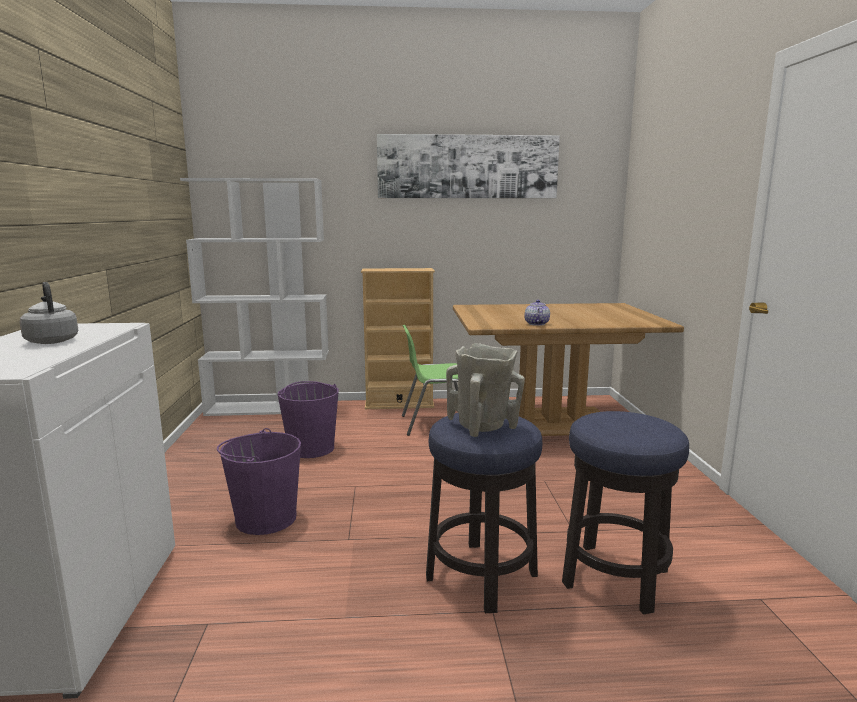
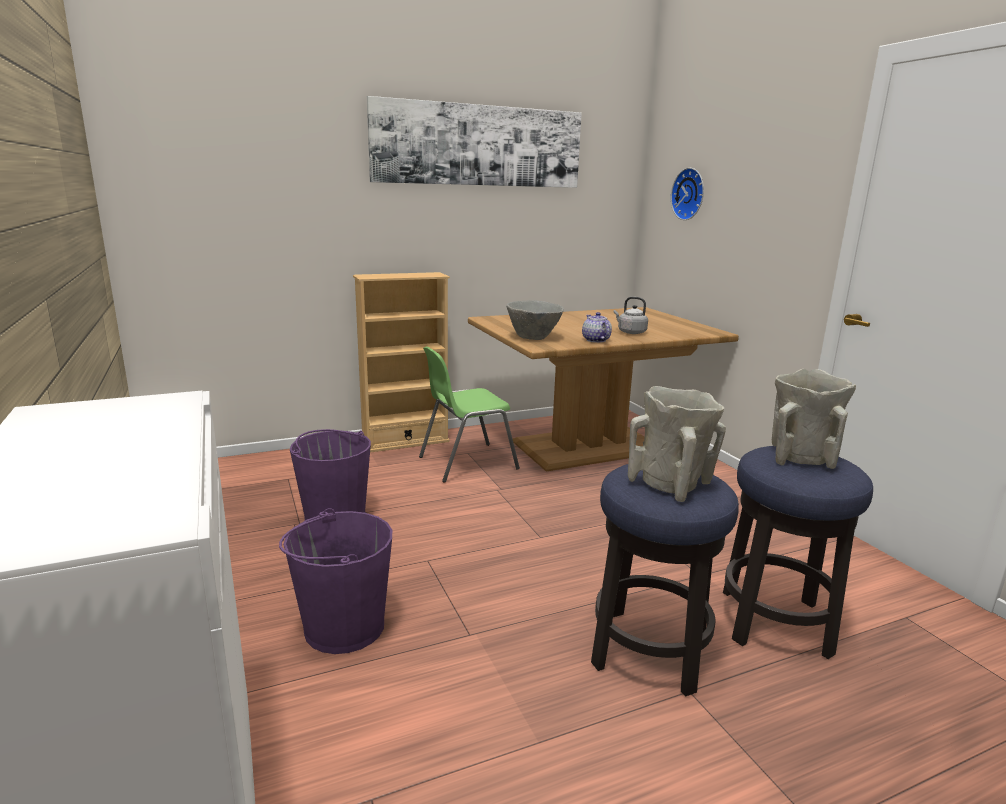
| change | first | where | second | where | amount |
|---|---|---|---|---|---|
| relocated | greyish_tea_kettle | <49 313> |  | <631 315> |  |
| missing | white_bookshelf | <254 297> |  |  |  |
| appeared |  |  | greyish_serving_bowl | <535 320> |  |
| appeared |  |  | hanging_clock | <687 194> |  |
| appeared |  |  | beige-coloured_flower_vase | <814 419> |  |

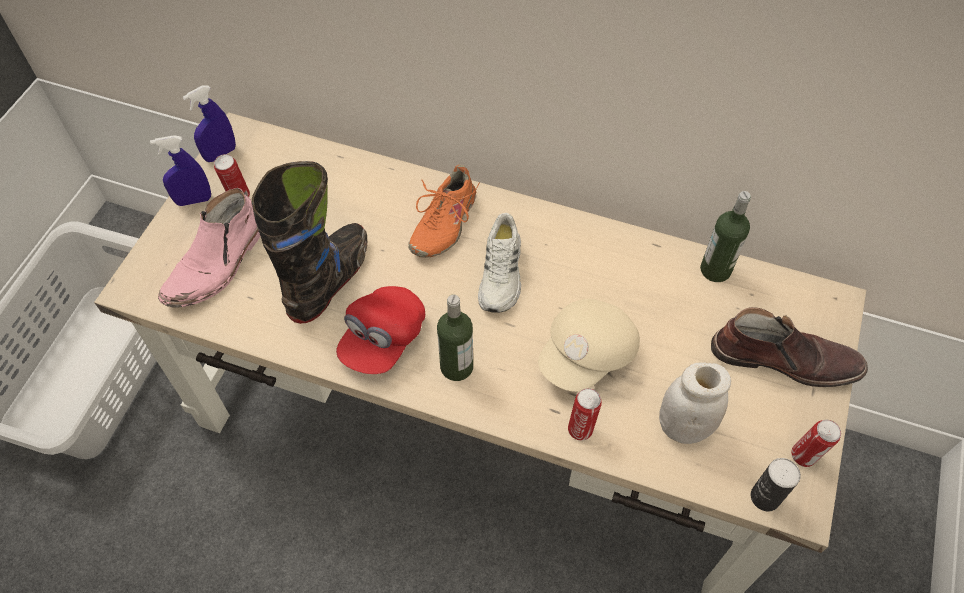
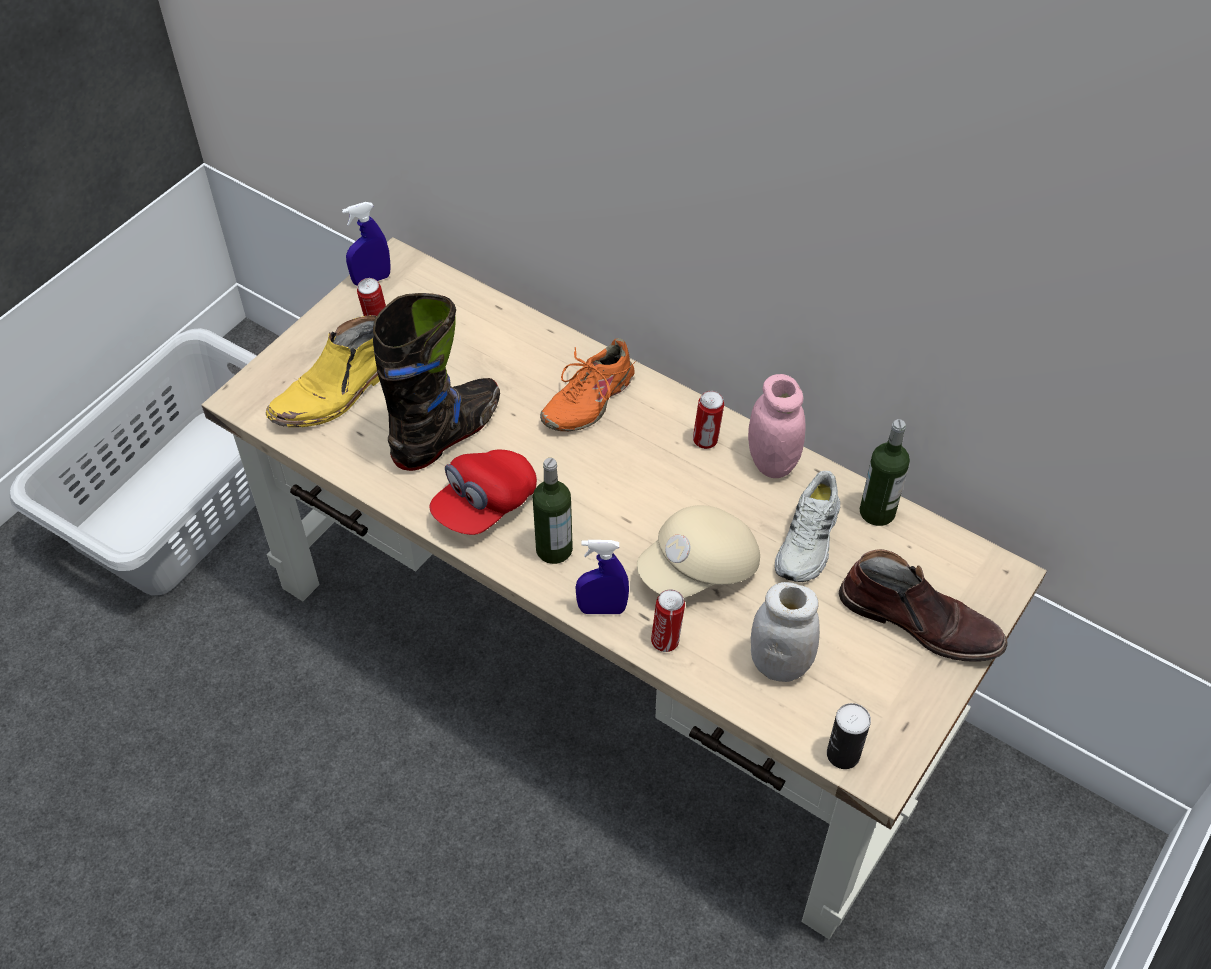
| change | first | where | second | where | amount |
|---|---|---|---|---|---|
| relocated | bluish_hand_sprayer | <180 170> |  | <602 577> |  |
| colour | pink_tall_boot | <209 248> | yellow_tall_boot | <323 371> |  |
| relocated | white_shoe | <499 263> |  | <807 526> |  |
| relocated | metal_can | <816 443> |  | <708 420> |  |
| appeared |  |  | pink_preserve_jar | <776 426> |  |

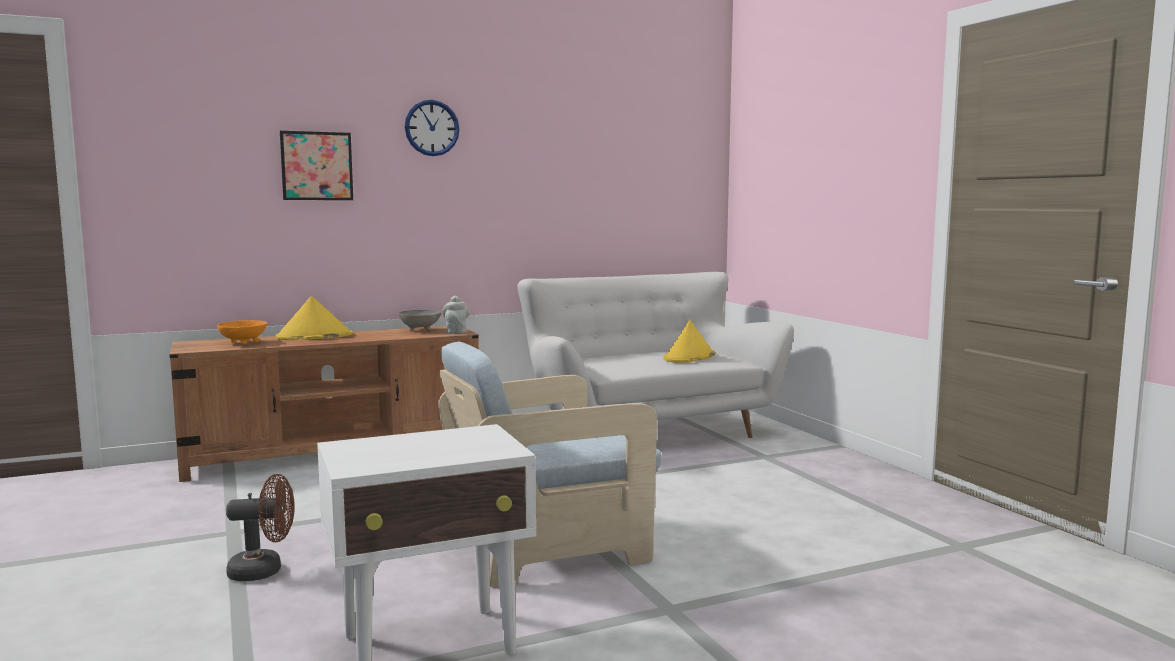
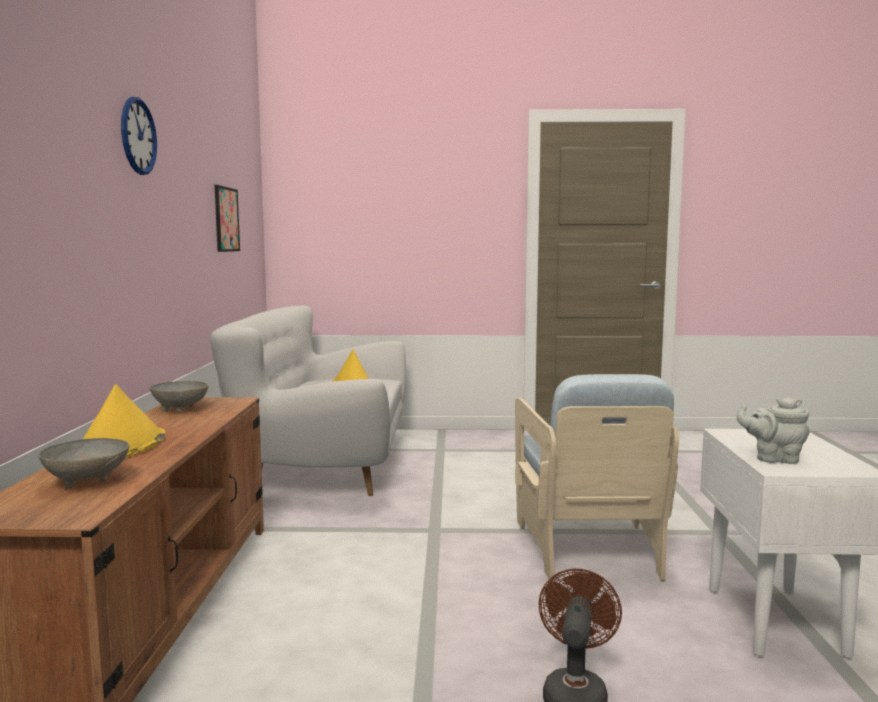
| change | first | where | second | where | amount |
|---|---|---|---|---|---|
| colour | orangey_serving_bowl | <242 332> | greyish_serving_bowl | <83 463> |  |
| relocated | picture | <316 165> |  | <227 218> |  |
| relocated | greyish_pot_for_tea | <455 315> |  | <773 430> |  |

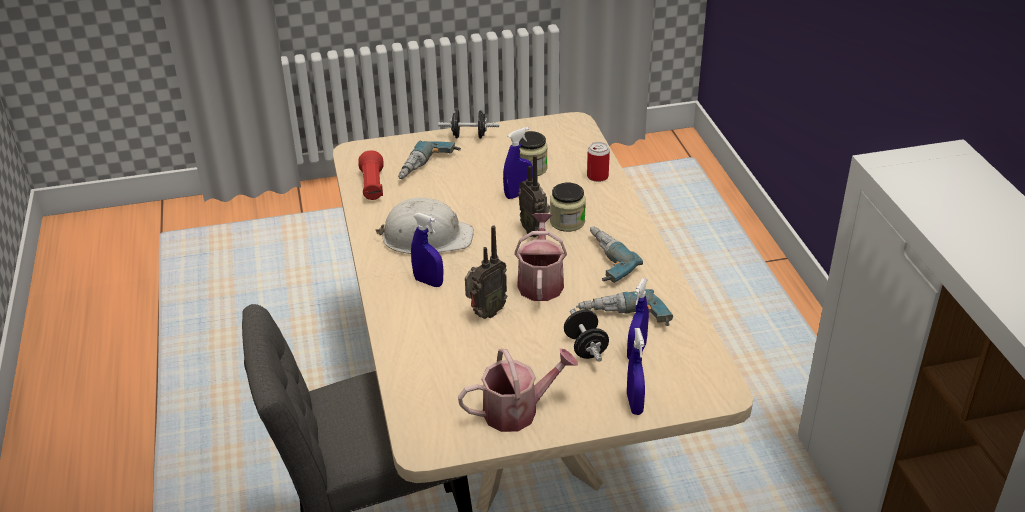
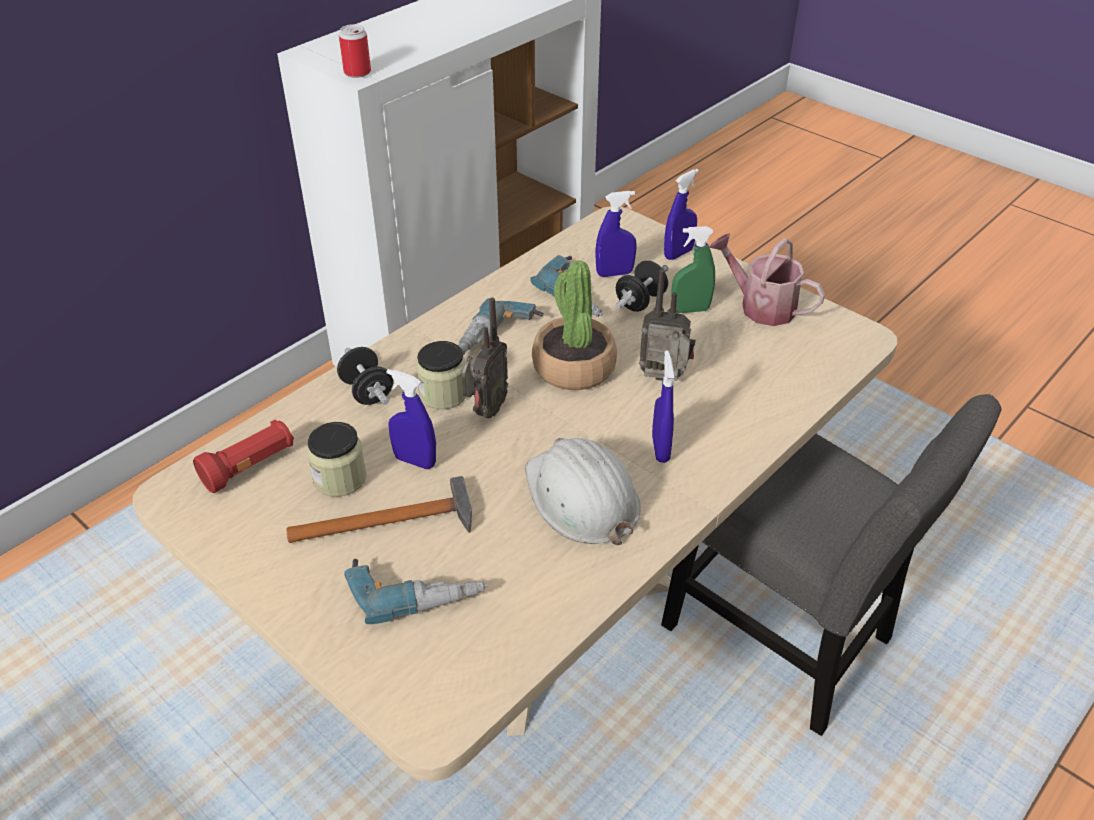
| change | first | where | second | where | amount |
|---|---|---|---|---|---|
| relocated | red_hand_torch | <371 175> |  | <243 456> |  |
| relocated | black_dumbbell | <468 124> |  | <365 376> |  |
| exchanged | watering_pot | <540 257> | potted_plant | <574 325> |  |
| relocated | metal_can | <598 162> |  | <355 51> |  |
| appeared |  |  | tool_hammer | <379 509> |  |
| appeared |  |  | green-coloured_hand_sprayer | <693 269> |  |

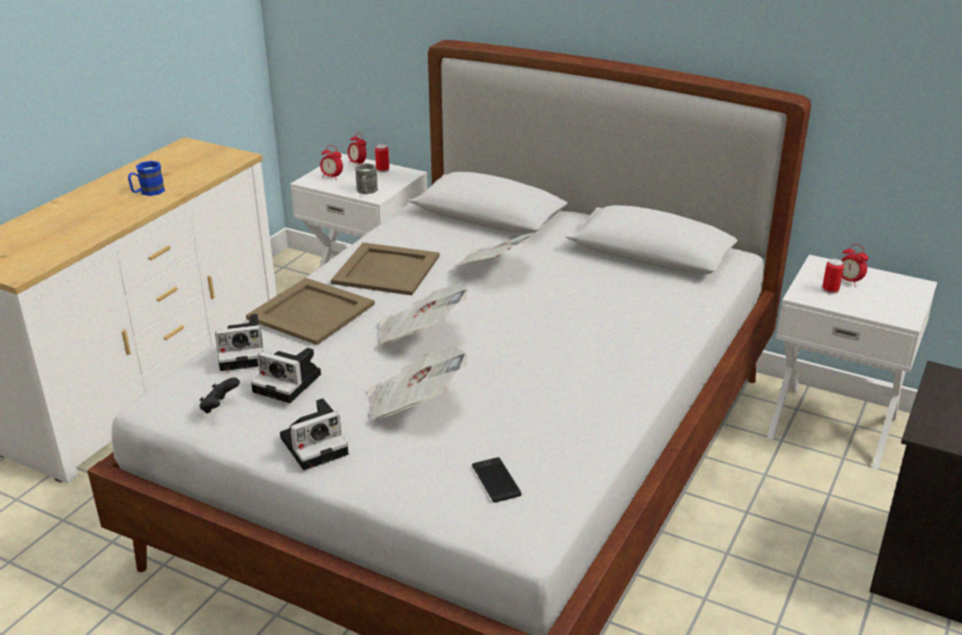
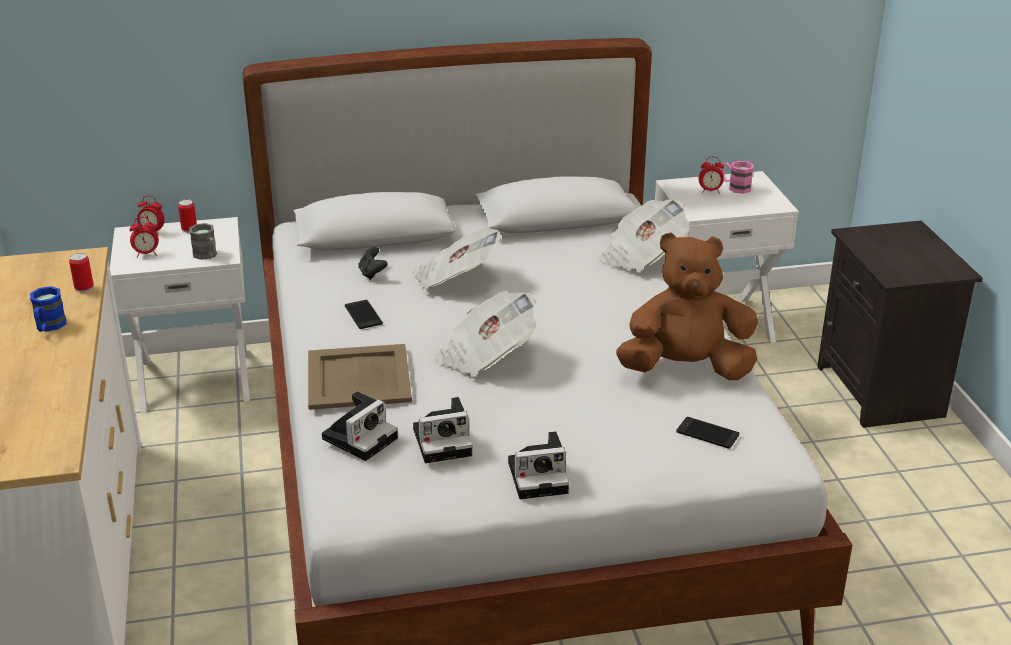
| change | first | where | second | where | amount |
|---|---|---|---|---|---|
| relocated | black_game_controller | <219 395> |  | <373 263> |  |
| spun | still_camera | <314 434> |  | <538 465> | 60 degrees clockwise |
| exchanged | beige-coloured_serving_tray | <385 268> | phone | <364 314> |  |
| relocated | printed_paper | <417 382> |  | <644 235> |  |
| relocated | metal_can | <833 276> |  | <81 273> |  |
| appeared |  |  | brown-coloured_cuddly_toy | <687 306> |  |
| appeared |  |  | pink_coffee_mug | <738 177> |  |

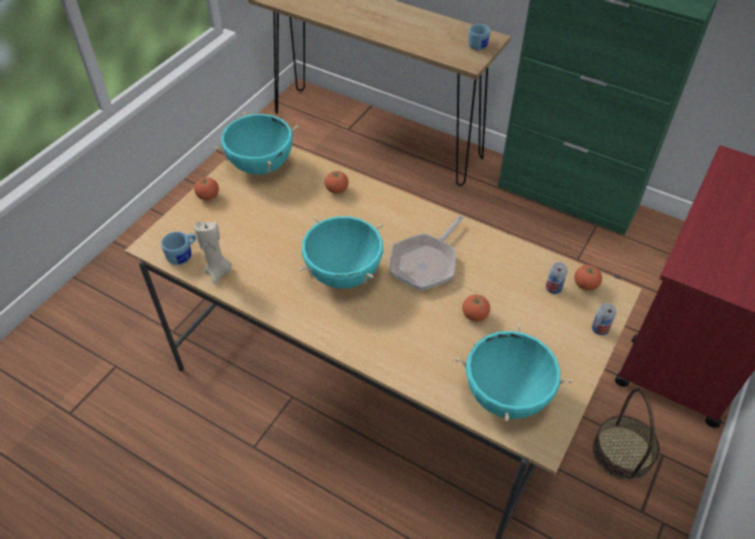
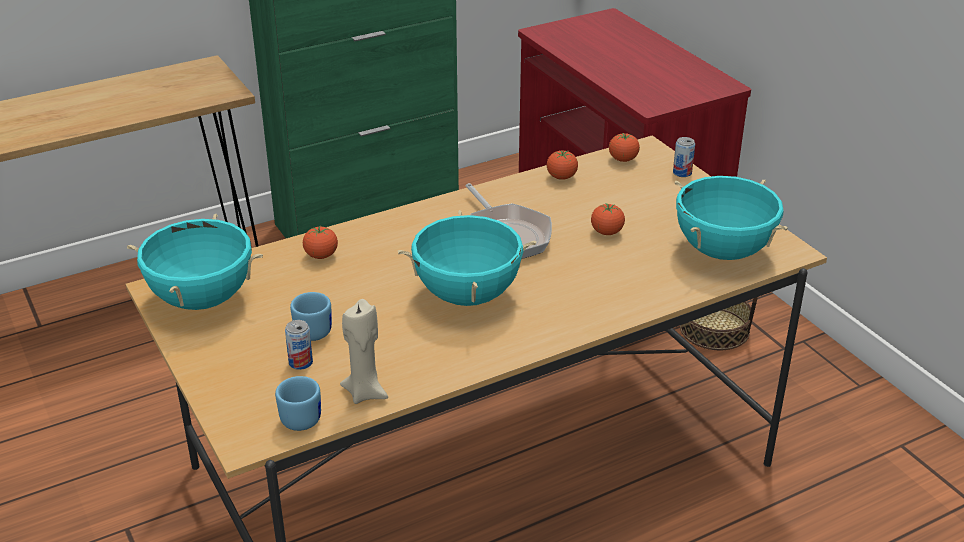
| change | first | where | second | where | amount |
|---|---|---|---|---|---|
| relocated | tomato | <206 188> |  | <562 165> |  |
| relocated | bluish_coffee_mug | <479 37> |  | <311 316> |  |
| relocated | metal_can | <557 278> |  | <299 345> |  |

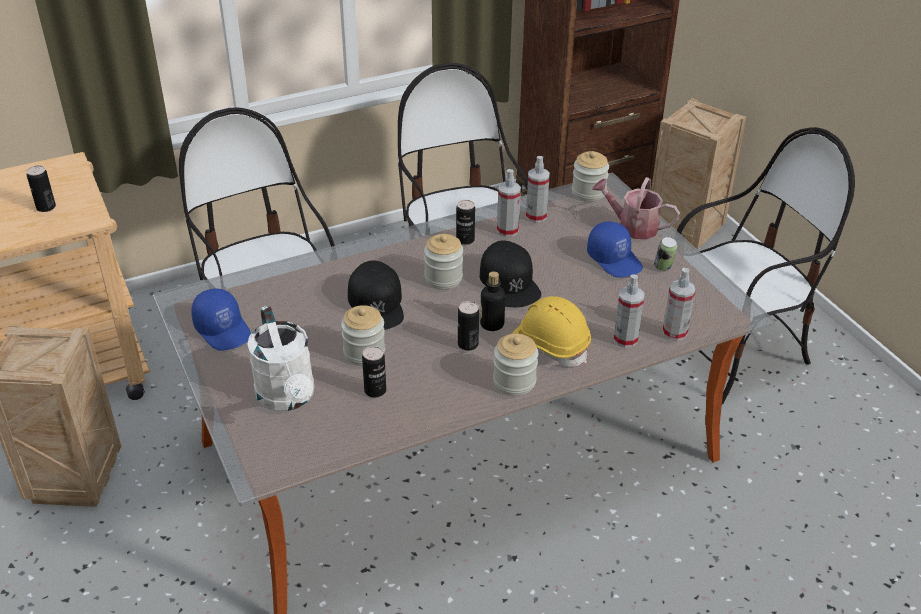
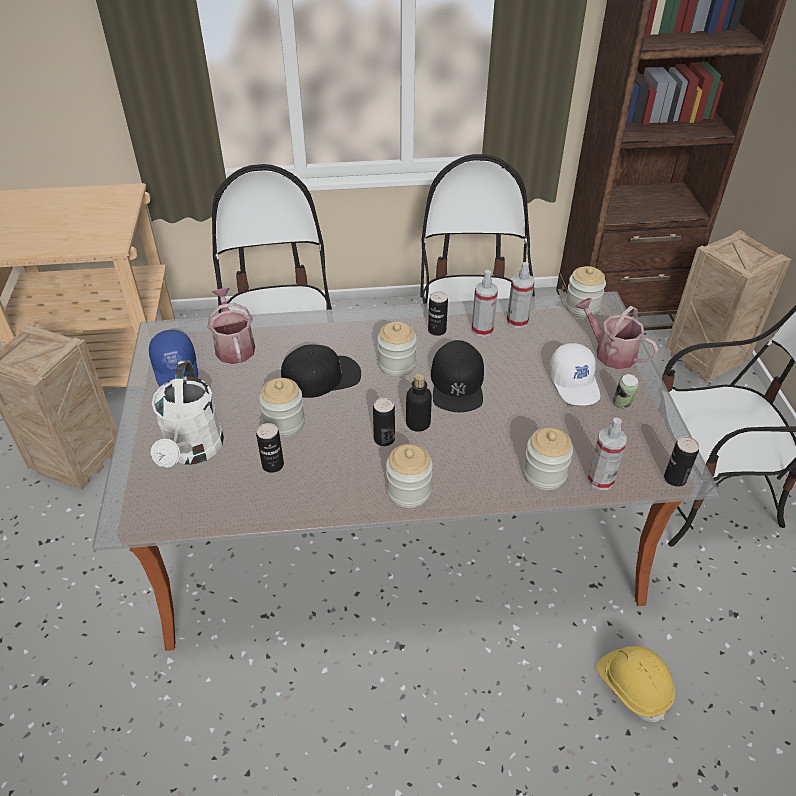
| change | first | where | second | where | amount |
|---|---|---|---|---|---|
| relocated | metal_can | <41 188> |  | <681 461> |  |
| spun | black_peaked_cap | <376 295> |  | <321 371> | 120 degrees counterclockwise |
| relocated | yellow_work_helmet | <551 331> |  | <636 684> |  |
| colour | bluish_peaked_cap | <615 249> | white_peaked_cap | <575 374> |  |
| exchanged | hand_sprayer | <628 311> | preserve_jar | <548 458> |  |
| appeared |  |  | watering_pot | <231 326> |  |

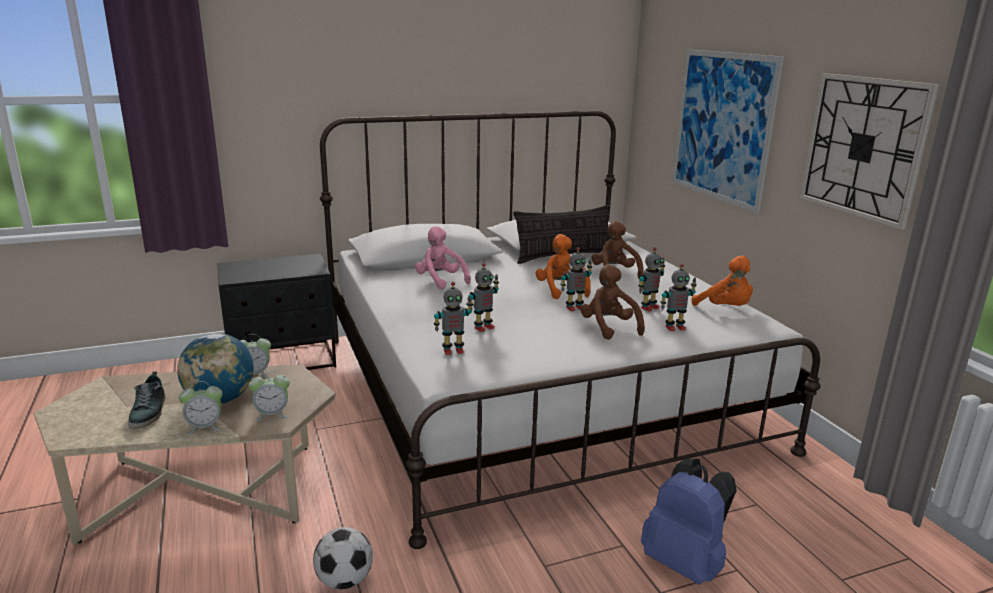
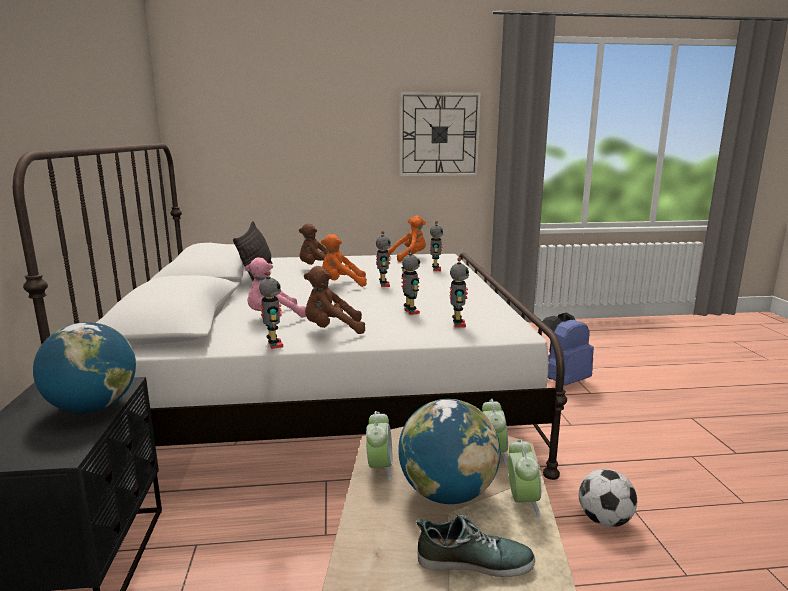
| change | first | where | second | where | amount |
|---|---|---|---|---|---|
| relocated | brown-coloured_cuddly_toy | <613 302> |  | <334 300> |  |
| relocated | model_robot | <651 279> |  | <271 310> |  |
| missing | picture | <728 131> |  |  |  |
| appeared |  |  | world_globe | <84 367> |  |

